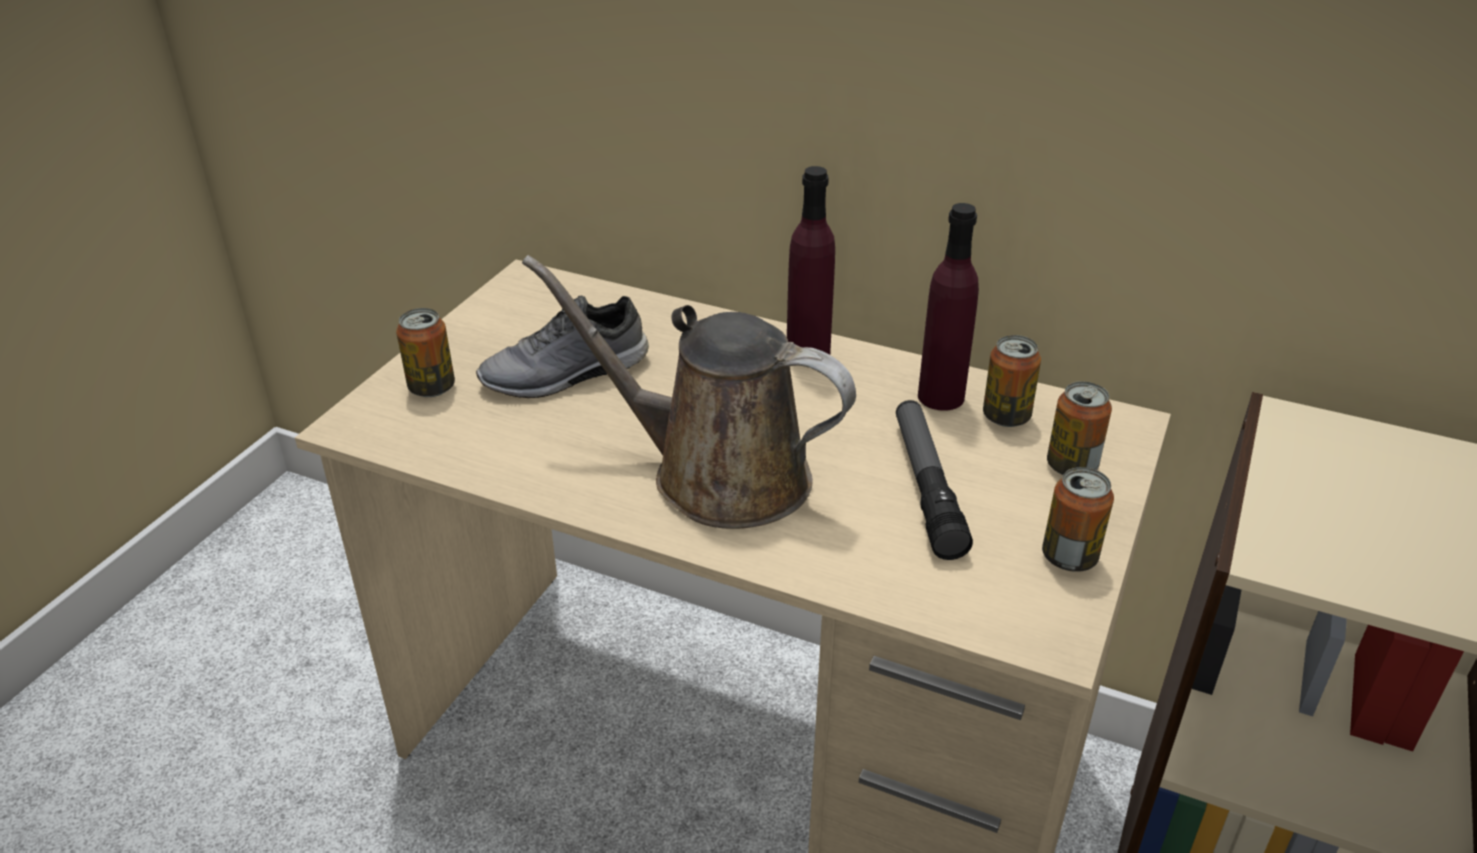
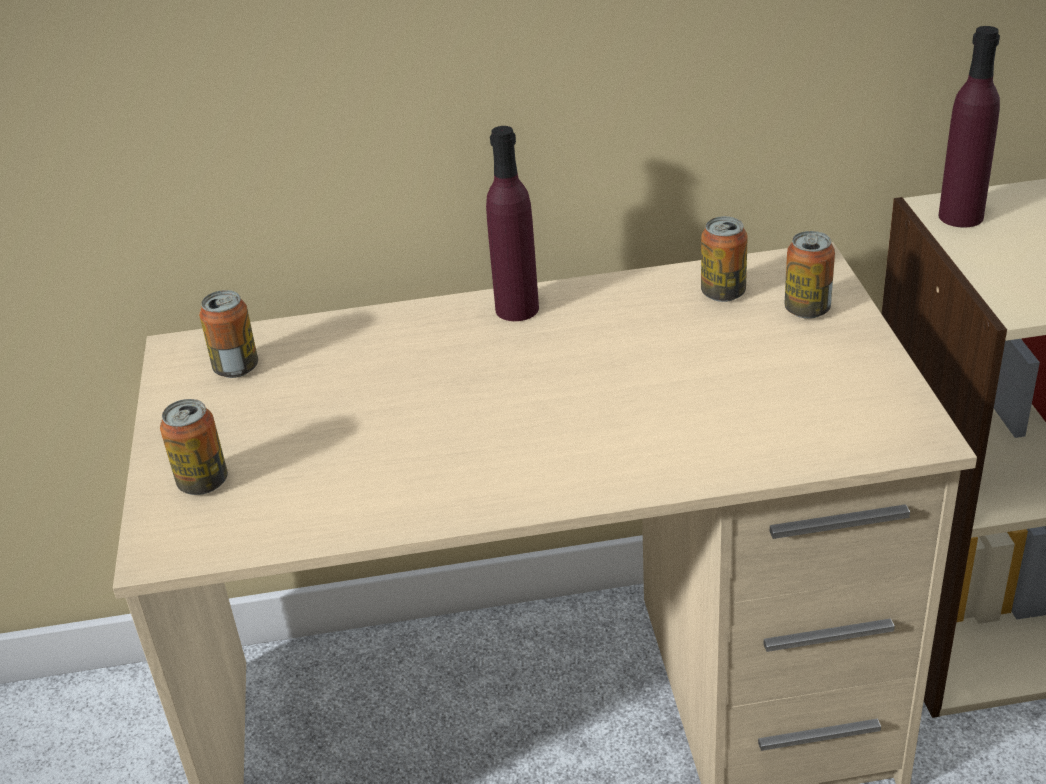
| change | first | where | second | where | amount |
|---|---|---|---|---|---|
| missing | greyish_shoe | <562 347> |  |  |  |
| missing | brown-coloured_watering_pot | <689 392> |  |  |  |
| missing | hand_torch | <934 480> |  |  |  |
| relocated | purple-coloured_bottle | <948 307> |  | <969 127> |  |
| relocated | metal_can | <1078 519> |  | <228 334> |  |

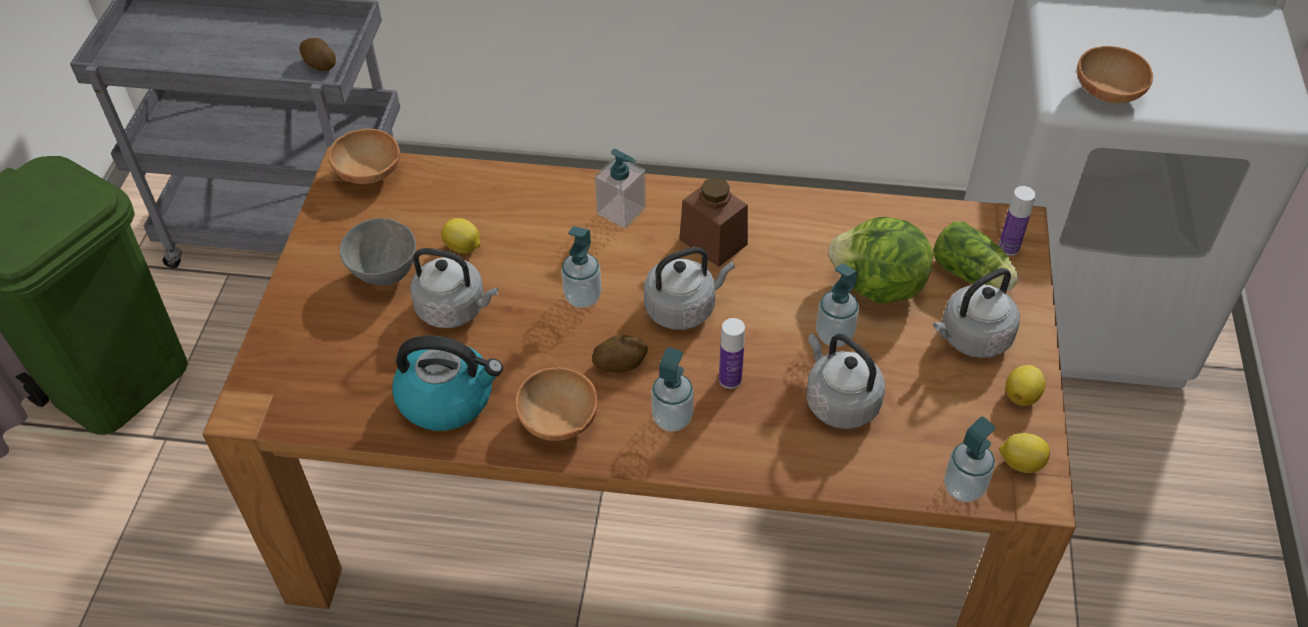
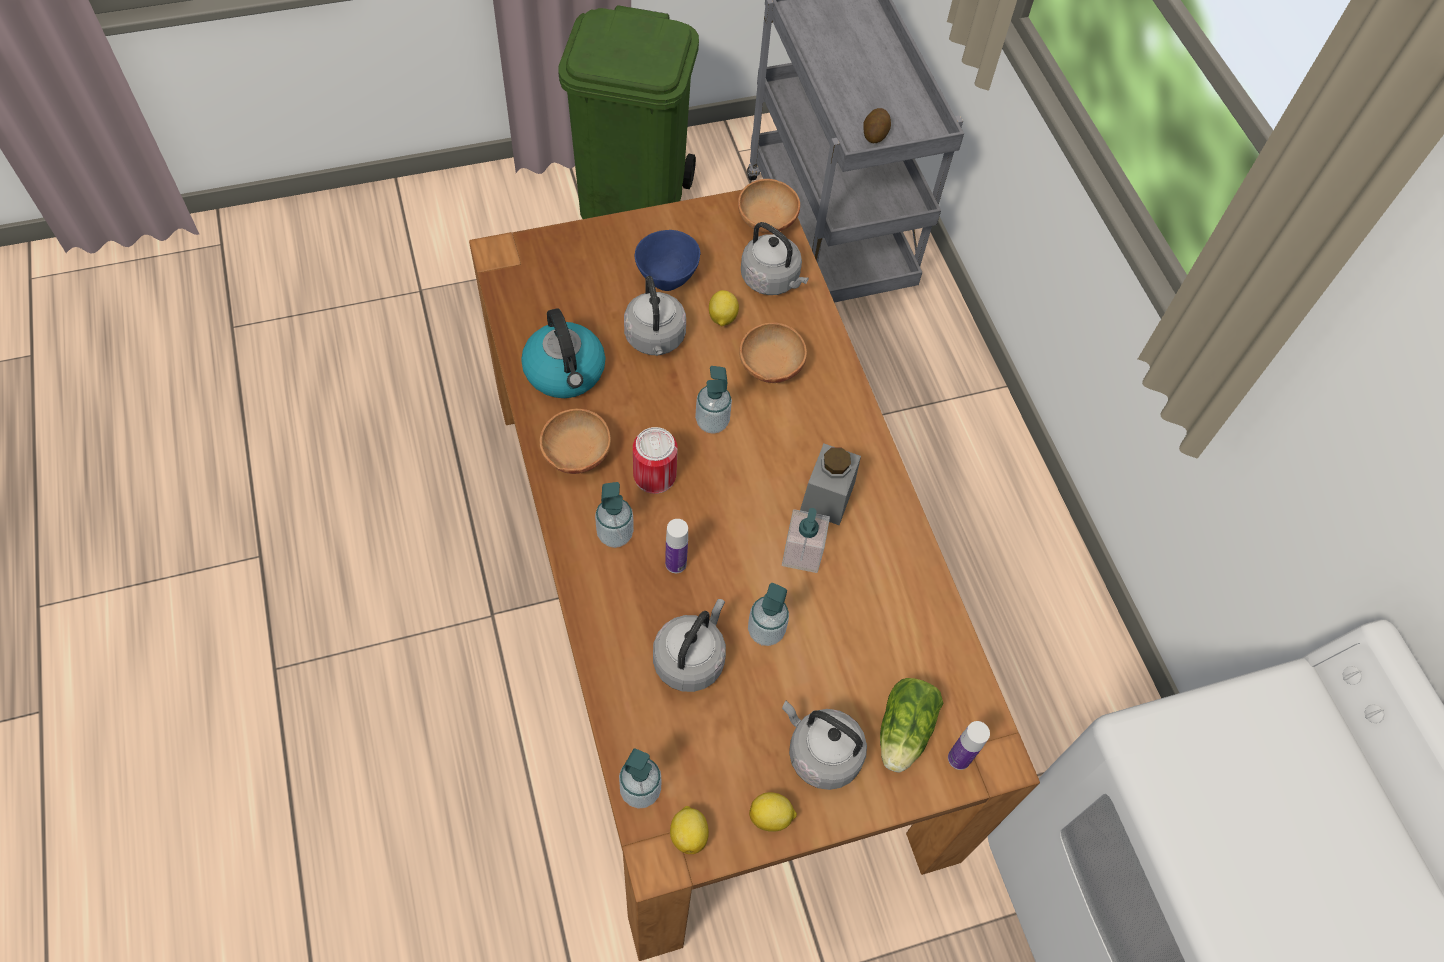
| change | first | where | second | where | amount |
|---|---|---|---|---|---|
| colour | greyish_serving_bowl | <378 252> | bluish_serving_bowl | <667 260> |  |
| exchanged | whole_potato | <620 354> | metal_can | <655 460> |  |
| relocated | soap_bottle | <620 188> |  | <806 540> |  |
| relocated | greyish_tea_kettle | <689 288> |  | <775 258> |  |
| colour | brown-coloured_preserve_jar | <713 222> | greyish_preserve_jar | <830 484> |  |
| missing | lettuce | <881 260> |  |  |  |
| relocated | brown-coloured_serving_bowl | <1115 74> |  | <773 353> |  |

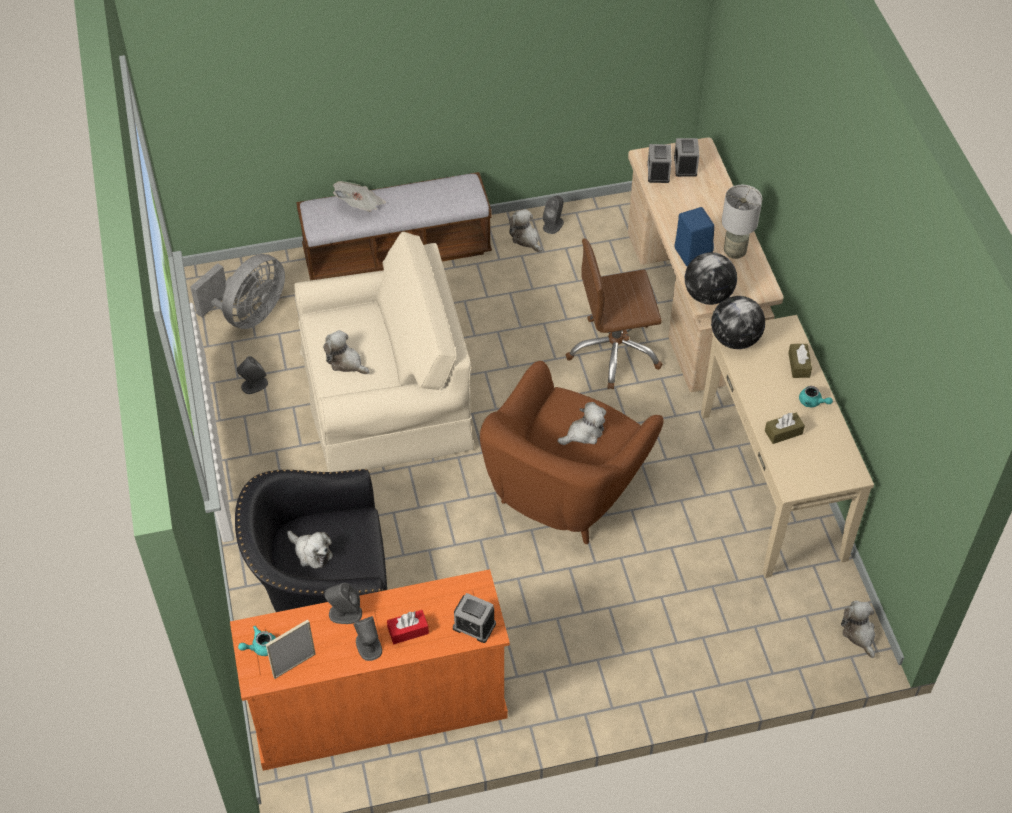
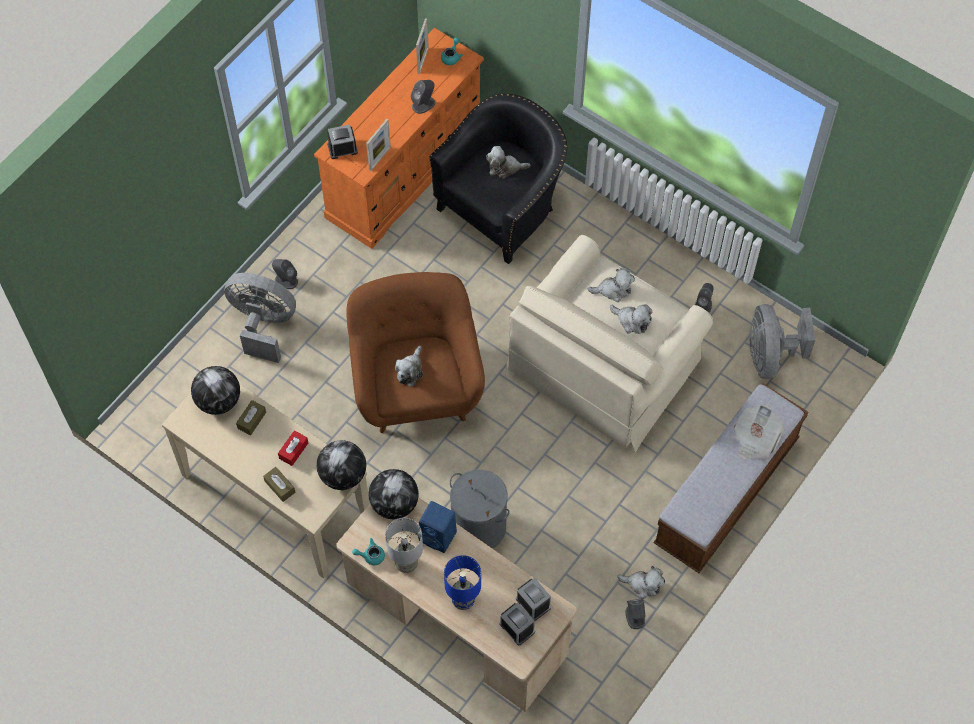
| change | first | where | second | where | amount |
|---|---|---|---|---|---|
| relocated | greyish_loudspeaker | <368 638> |  | <285 274> |  |
| relocated | red_box_of_tissues | <408 627> |  | <293 448> |  |
| exchanged | brown-coloured_office_chair | <614 314> | greyish_hamper | <480 509> |  |
| relocated | turquoise-coloured_pot_for_tea | <816 396> |  | <368 551> |  |
| relocated | cuddly_toy | <858 629> |  | <631 319> |  |
| appeared |  |  | world_globe | <215 390> |  |
| appeared |  |  | greyish_electric_fan | <260 318> |  |
| appeared |  |  | photo_frame | <378 145> |  |
| appeared |  |  | bluish_tabletop_lamp | <462 582> |  |

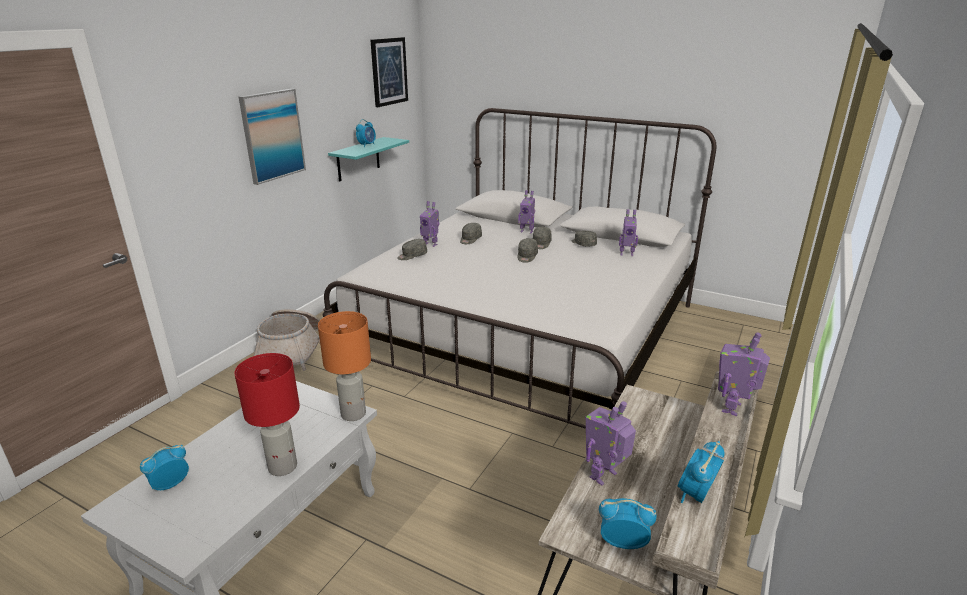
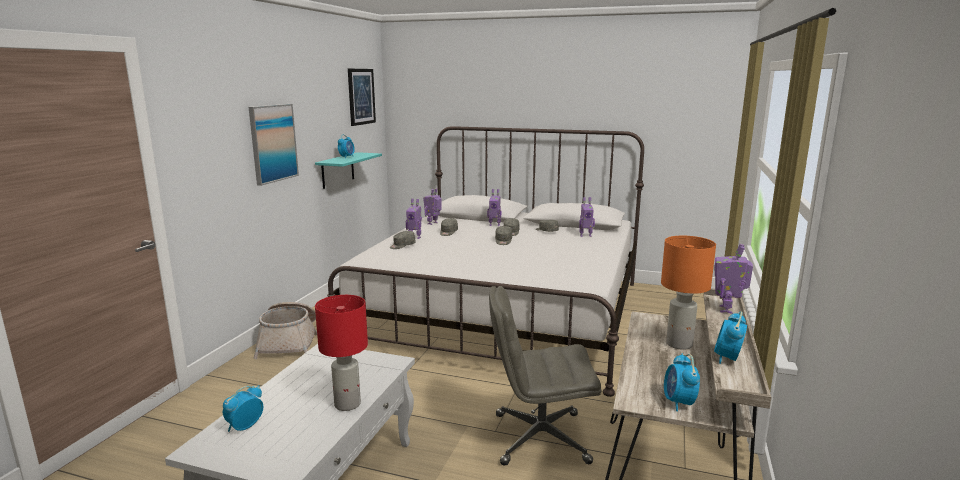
| change | first | where | second | where | amount |
|---|---|---|---|---|---|
| relocated | orangey_tabletop_lamp | <344 366> |  | <688 293> |  |
| relocated | model_robot | <611 443> |  | <432 206> |  |
| spun | table_clock | <628 523> |  | <682 382> | 90 degrees counterclockwise |
| appeared |  |  | greyish_office_chair | <545 376> |  |

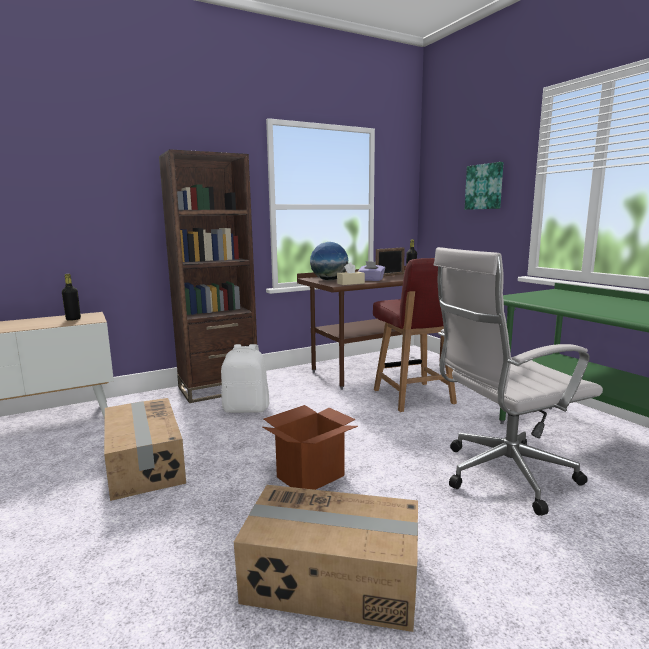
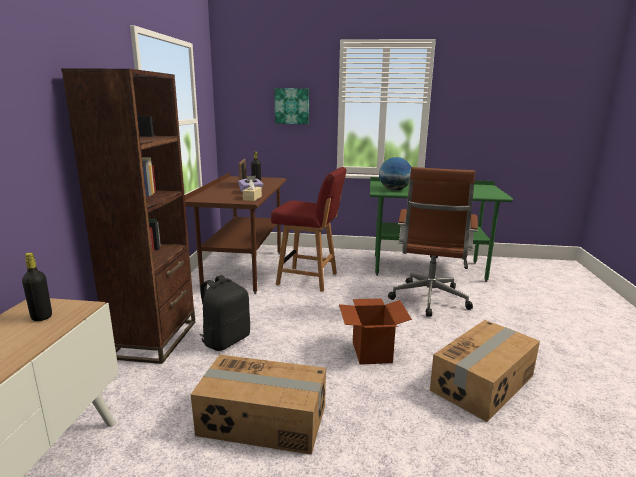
| change | first | where | second | where | amount |
|---|---|---|---|---|---|
| colour | white_rucksack | <245 378> | black_rucksack | <225 313> |  |
| relocated | world_globe | <329 261> |  | <395 173> |  |
| colour | white_office_chair | <518 381> | brown-coloured_office_chair | <433 242> |  |

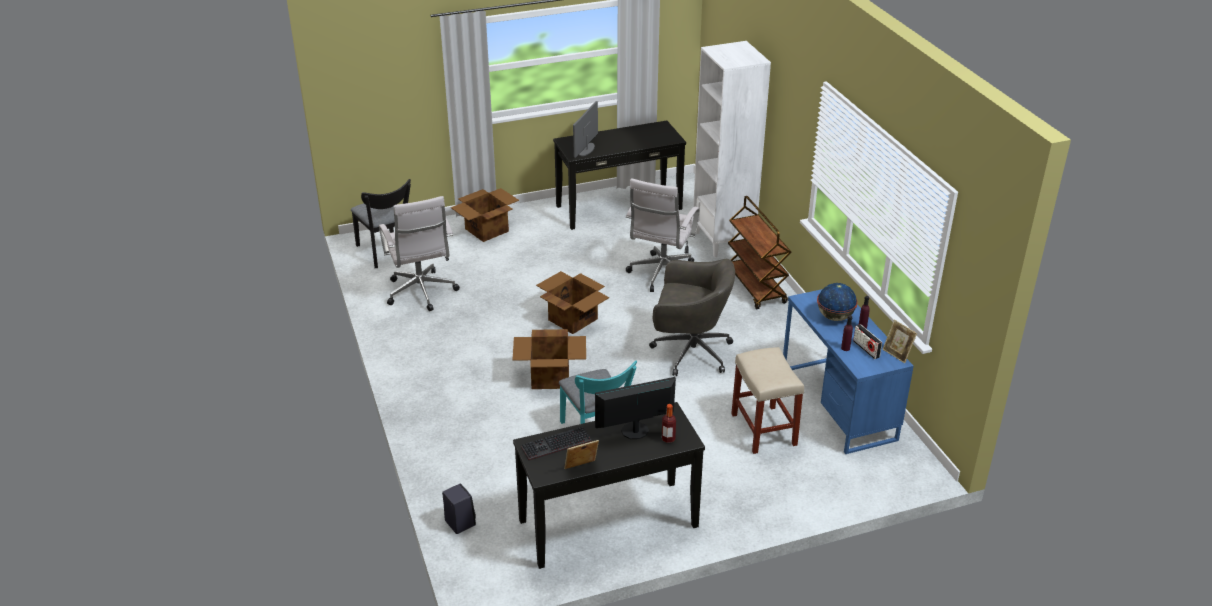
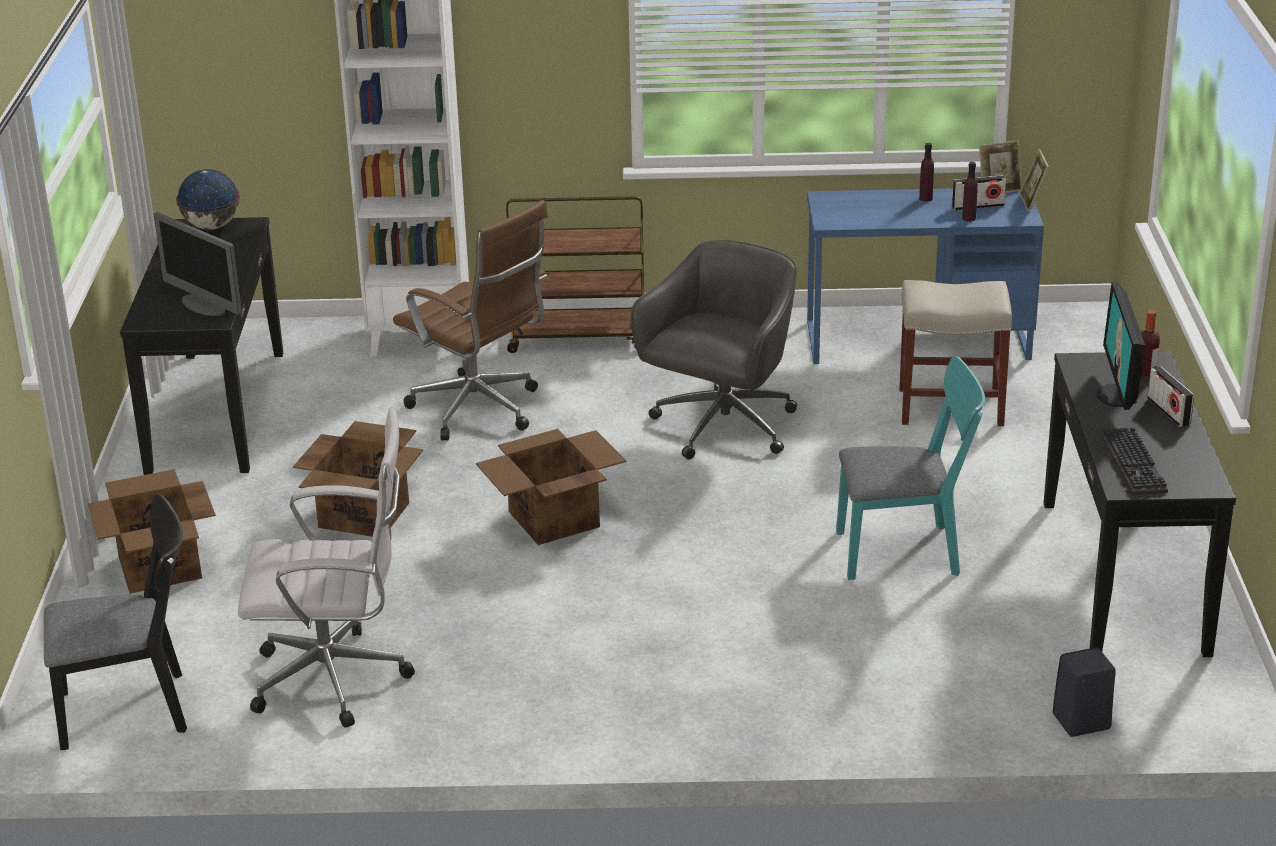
| change | first | where | second | where | amount |
|---|---|---|---|---|---|
| relocated | packing_box | <549 359> |  | <358 479> |  |
| relocated | photo_frame | <581 454> |  | <1034 180> |  |
| colour | white_office_chair | <663 235> | brown-coloured_office_chair | <470 320> |  |
| relocated | world_globe | <837 302> |  | <208 199> |  |
| appeared |  |  | radio_set | <1170 397> |  |

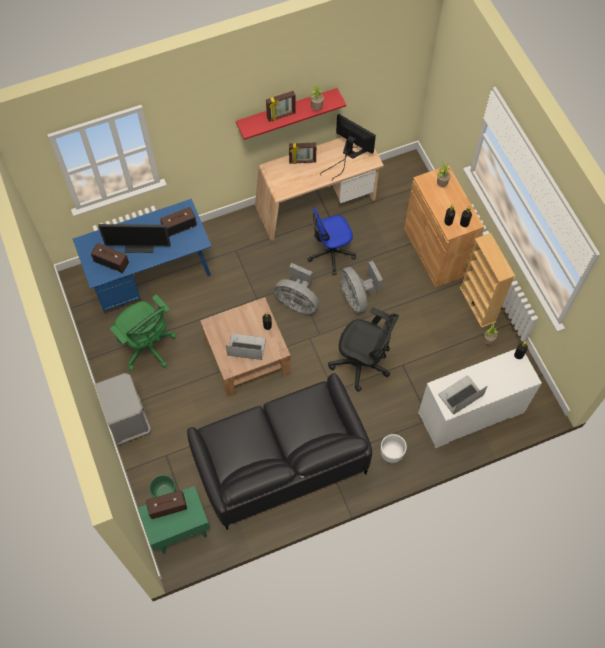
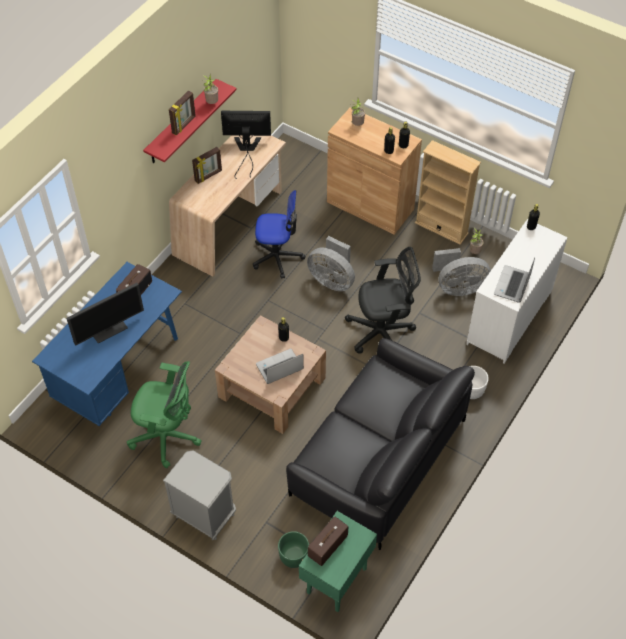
| change | first | where | second | where | amount |
|---|---|---|---|---|---|
| missing | radio_set | <110 258> |  |  |  |
| relocated | greyish_electric_fan | <296 288> |  | <461 272> |  |
| spun | office_chair | <332 241> |  | <279 234> | 120 degrees counterclockwise |

